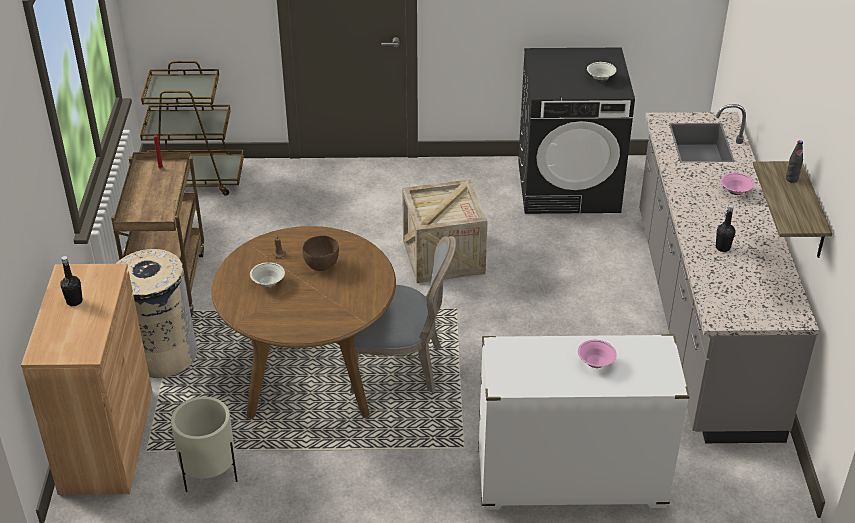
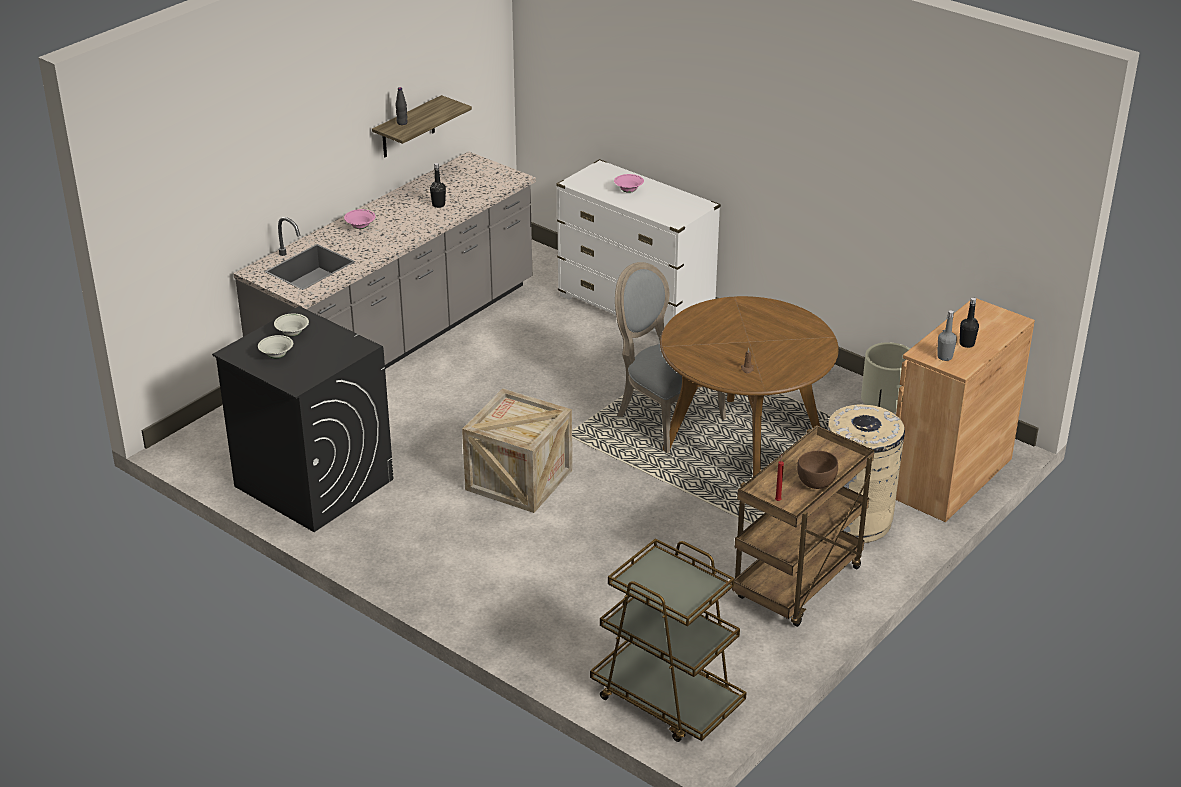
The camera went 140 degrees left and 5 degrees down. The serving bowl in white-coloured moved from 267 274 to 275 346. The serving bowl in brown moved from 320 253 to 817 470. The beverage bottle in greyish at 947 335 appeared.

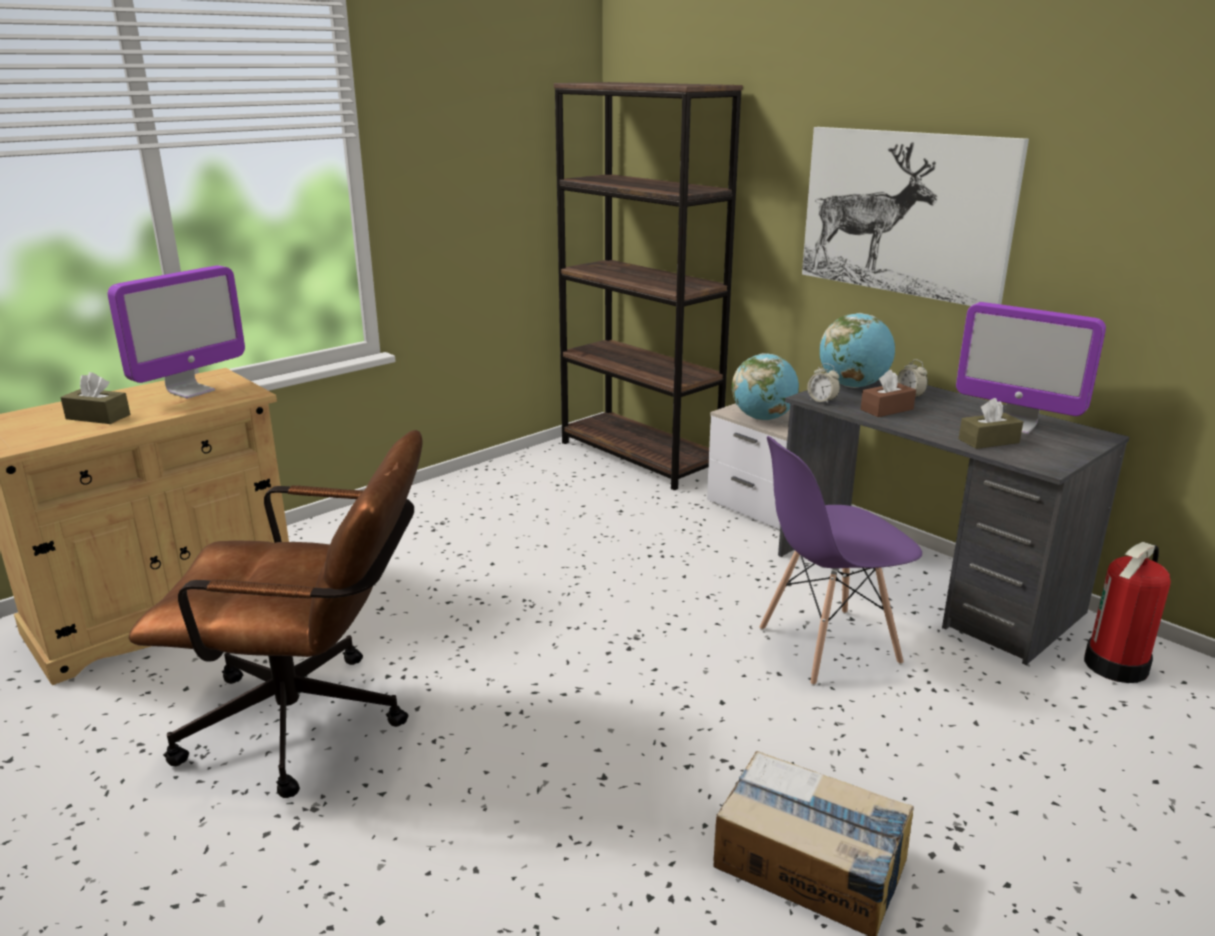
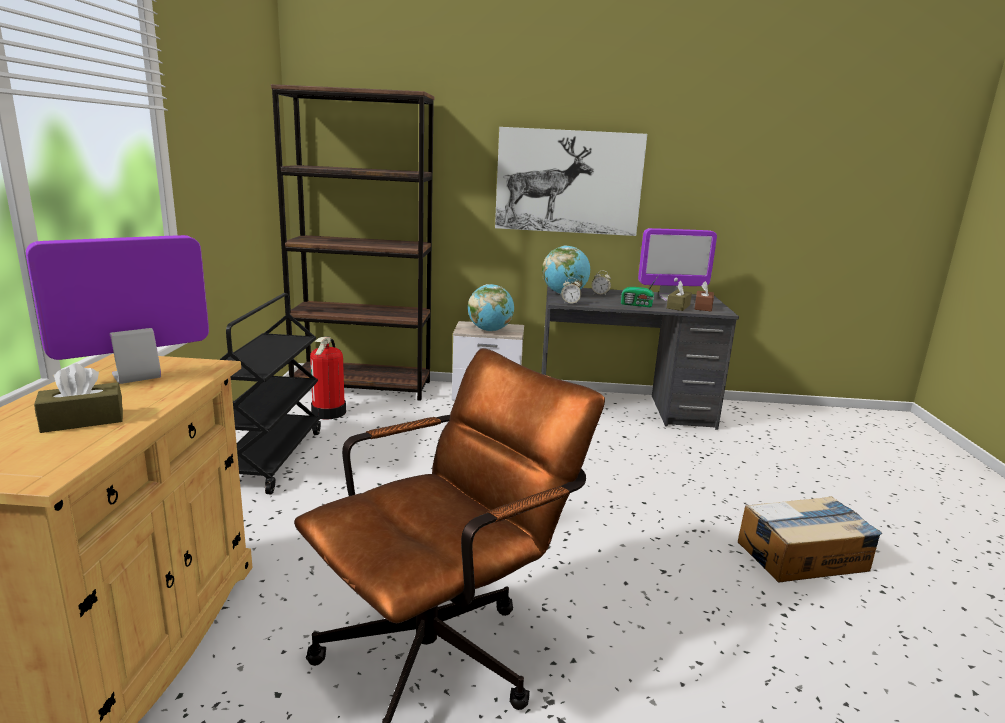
The camera went 45 degrees left and 5 degrees down. The computer display at 176 332 turned 120 degrees counterclockwise. The cart in black-coloured at 270 393 appeared. The fire-fighting cylinder moved from 1127 612 to 328 377. The radio set at 640 291 appeared. The tissue box in brown moved from 888 393 to 704 296. The chair in purple at 840 561 disappeared.

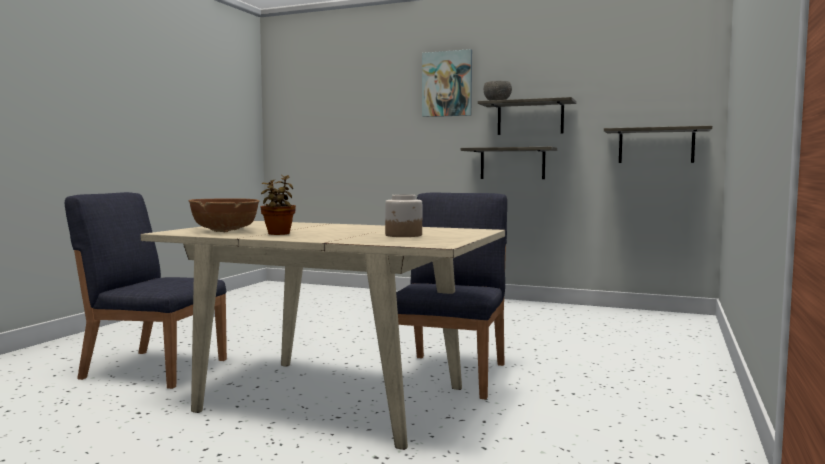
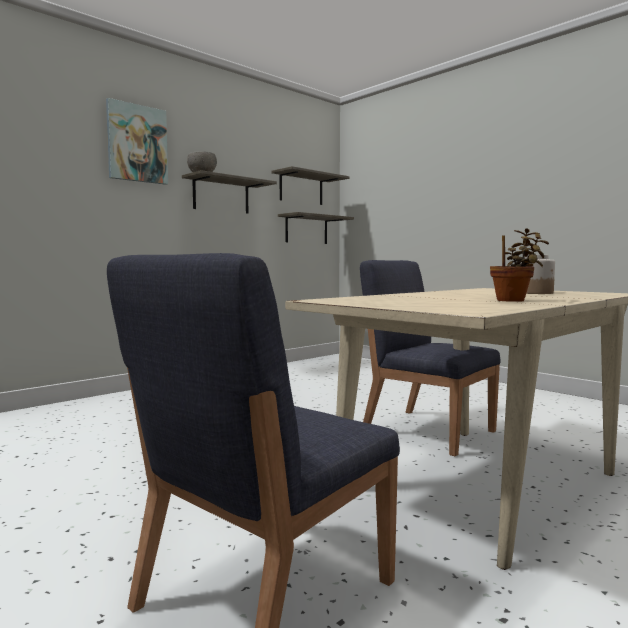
The camera went 65 degrees left and 0 degrees up. The bracket shelf moved from 508 163 to 310 185. The serving bowl in brown at 224 215 disappeared.

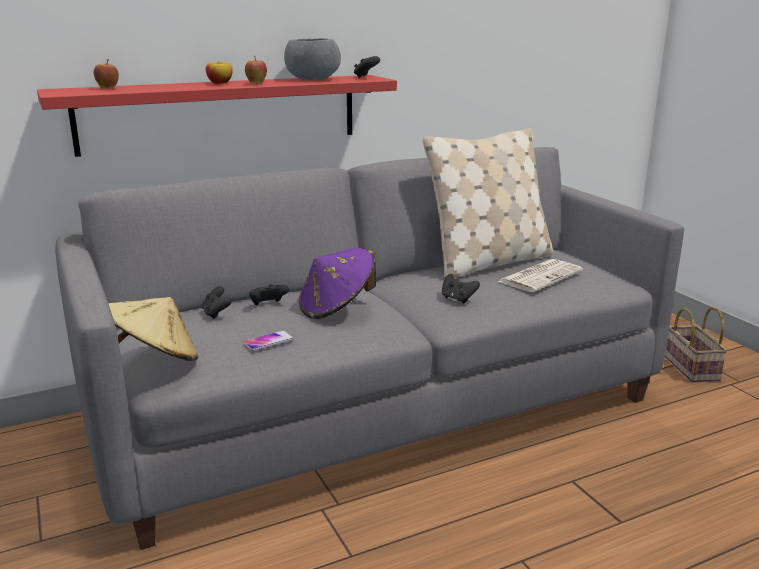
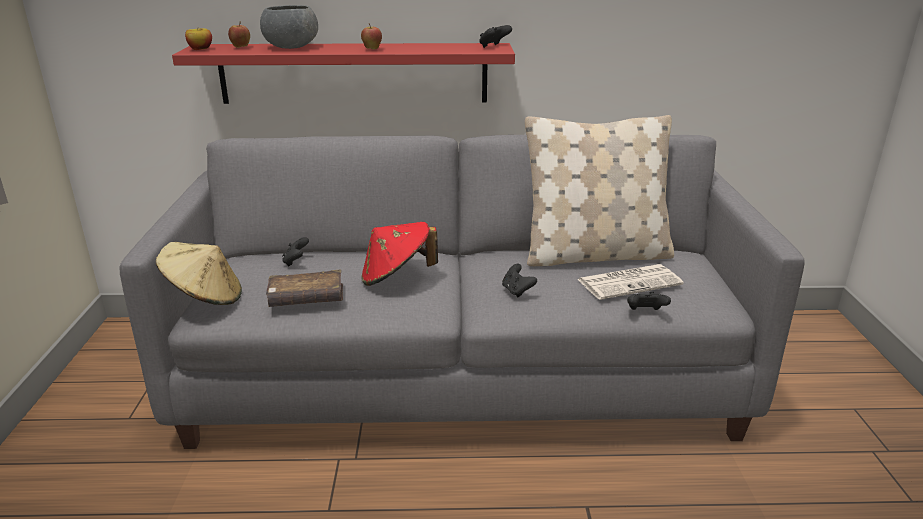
The camera went 25 degrees right and 5 degrees up. The apple moved from 219 72 to 198 39. The serving bowl in greyish moved from 312 59 to 289 27. The handset at 268 340 was replaced by the volume in brown at 304 288. The clothing hat in purple at 337 283 became the clothing hat in reddish at 399 254. The game controller in black-coloured moved from 269 294 to 649 301. The household basket at 696 344 disappeared.

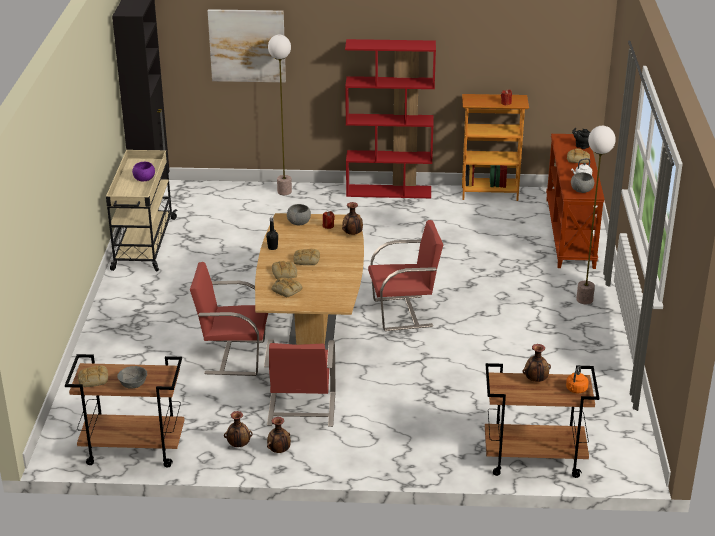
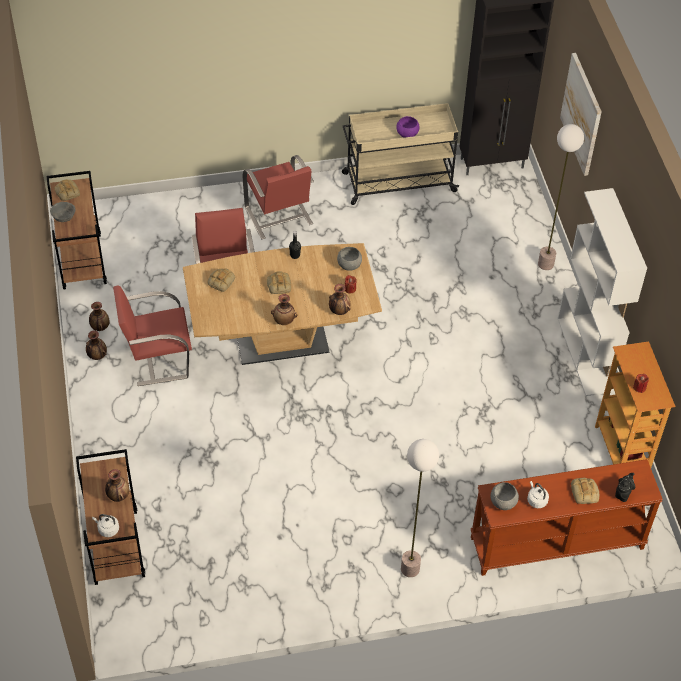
The camera went 75 degrees right and 20 degrees up. The kettle in orange-coloured at 577 379 became the kettle in white-coloured at 105 525. The chair in reddish moved from 405 275 to 278 197. The vase at 284 309 appeared. The bookcase in reddish at 390 118 became the bookcase in white-coloured at 602 292. The baked bread at 284 270 disappeared.

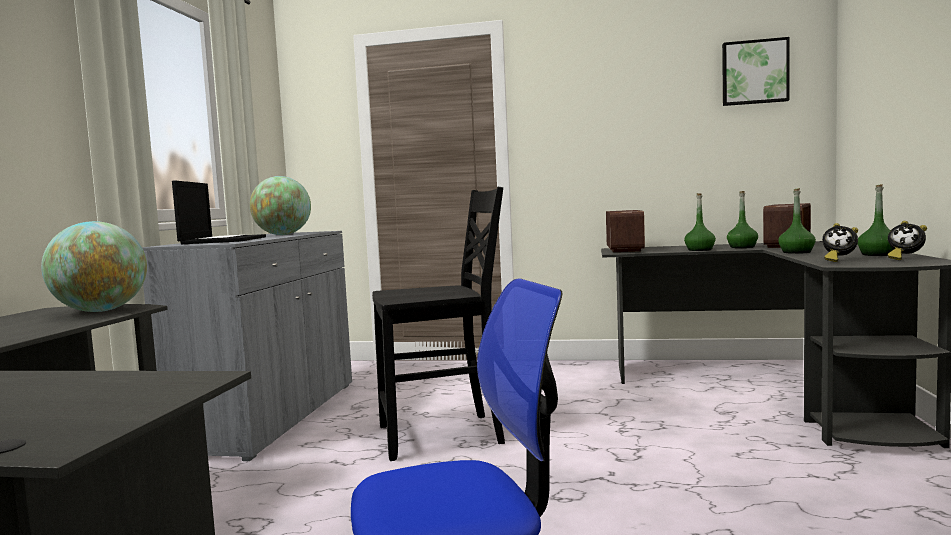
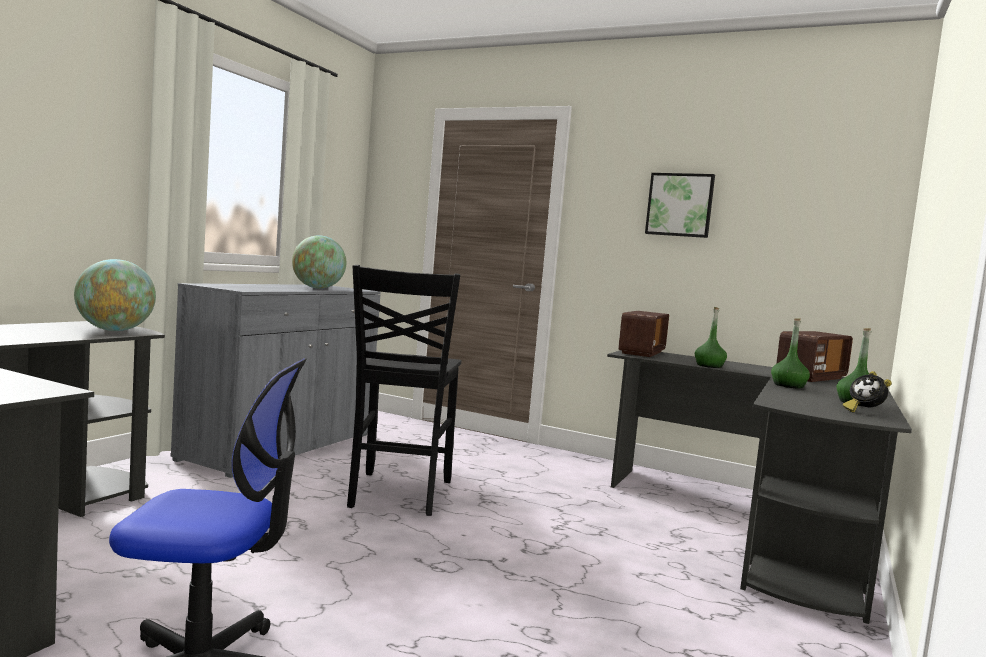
The camera went 15 degrees right and 0 degrees up. The chair in black-coloured at 438 324 turned 90 degrees clockwise. The picture moved from 755 71 to 680 205. The notebook computer at 219 212 disappeared. The beverage bottle in green-coloured at 742 219 disappeared. The alarm clock at 840 242 disappeared.

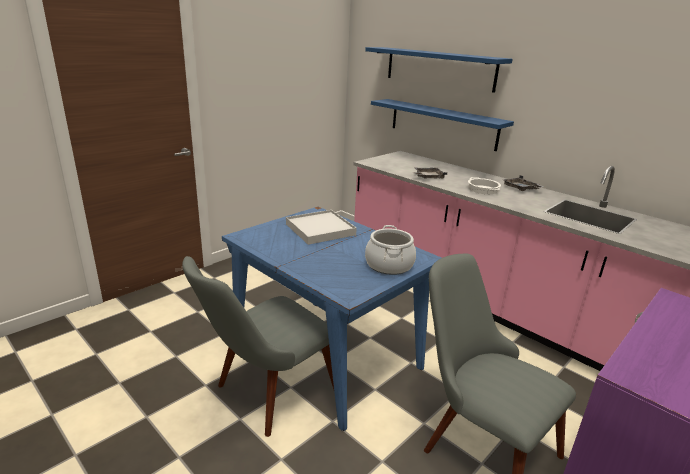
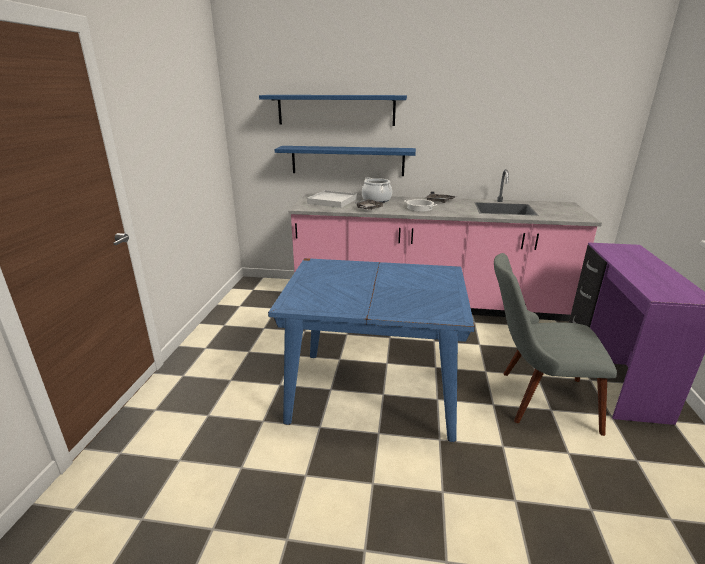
The camera went 35 degrees left and 0 degrees up. The tray in white-coloured moved from 321 227 to 332 199. The saucepot moved from 390 250 to 377 189. The chair in greyish at 258 346 disappeared.

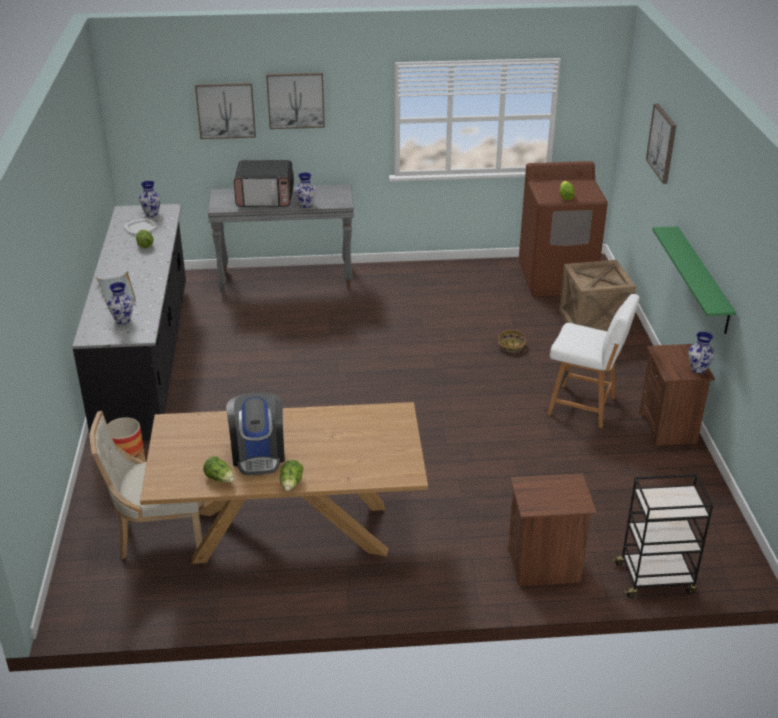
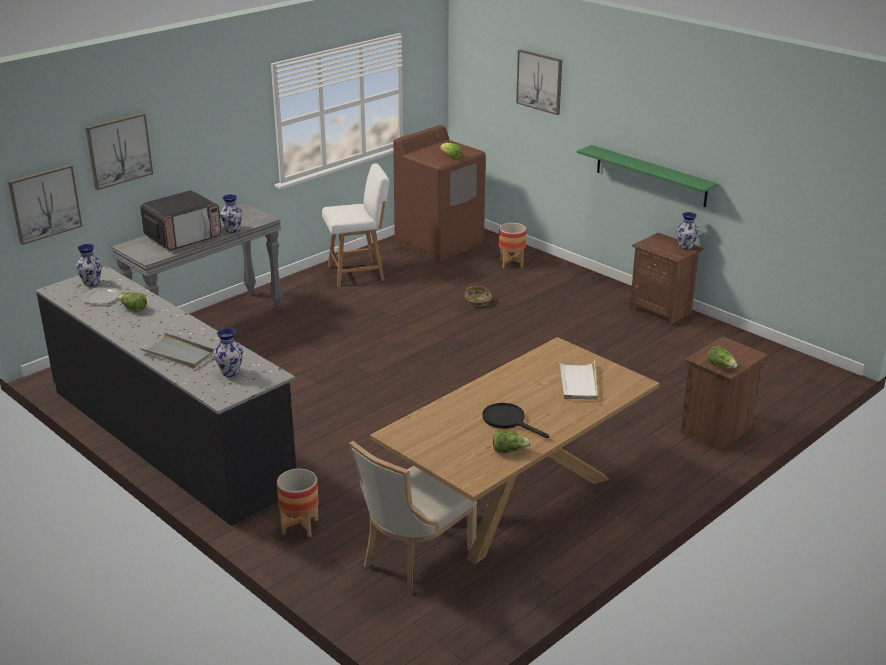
The camera went 40 degrees left and 5 degrees down. The picture moved from 295 100 to 45 205. The chair in white-coloured moved from 593 361 to 355 225. The coffee machine at 255 433 was replaced by the skillet in black-coloured at 515 420. The crate at 597 297 was replaced by the flower pot at 512 245. The tray in white-coloured at 578 380 appeared. The head of lettuce moved from 291 475 to 722 357. The cart in black-coloured at 662 536 disappeared.

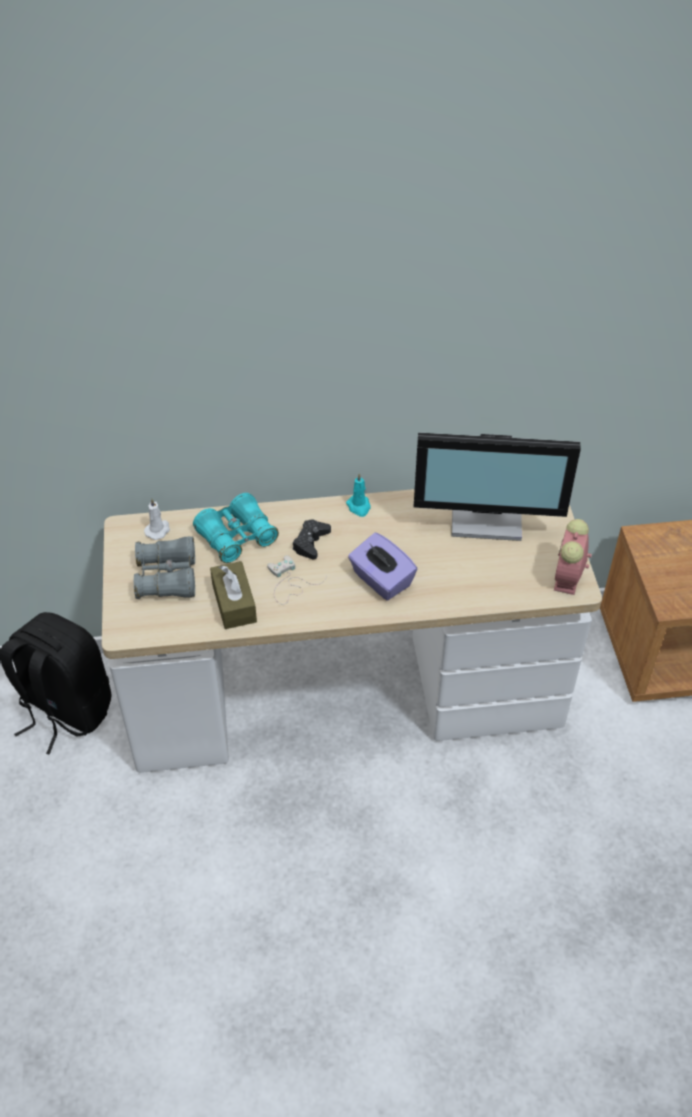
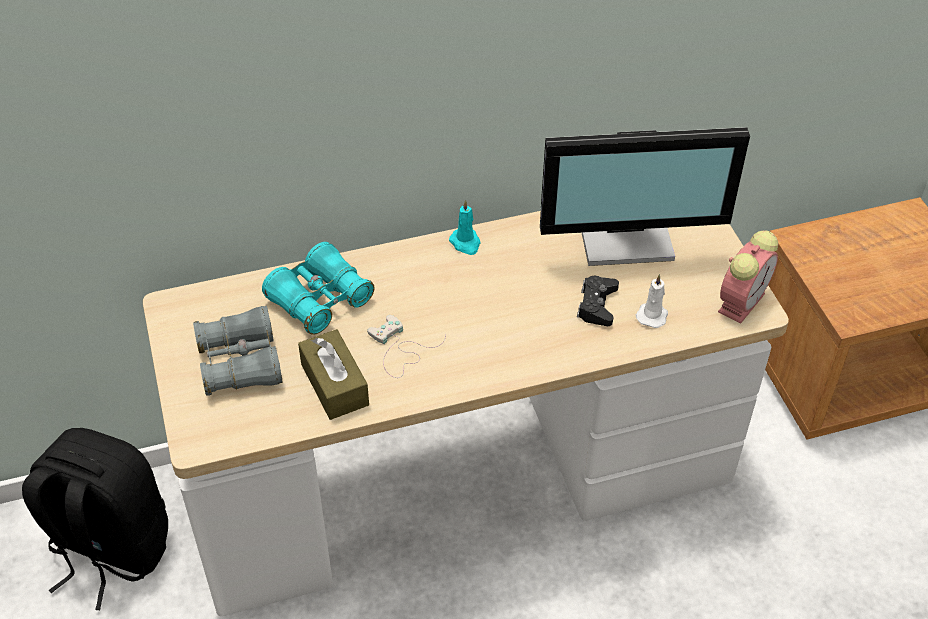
The camera went 10 degrees left and 0 degrees up. The game controller in black-coloured moved from 311 539 to 598 301. The candle in white-coloured moved from 157 519 to 652 301. The alarm clock at 573 557 turned 150 degrees counterclockwise. The tissue box in purple at 382 567 disappeared.

